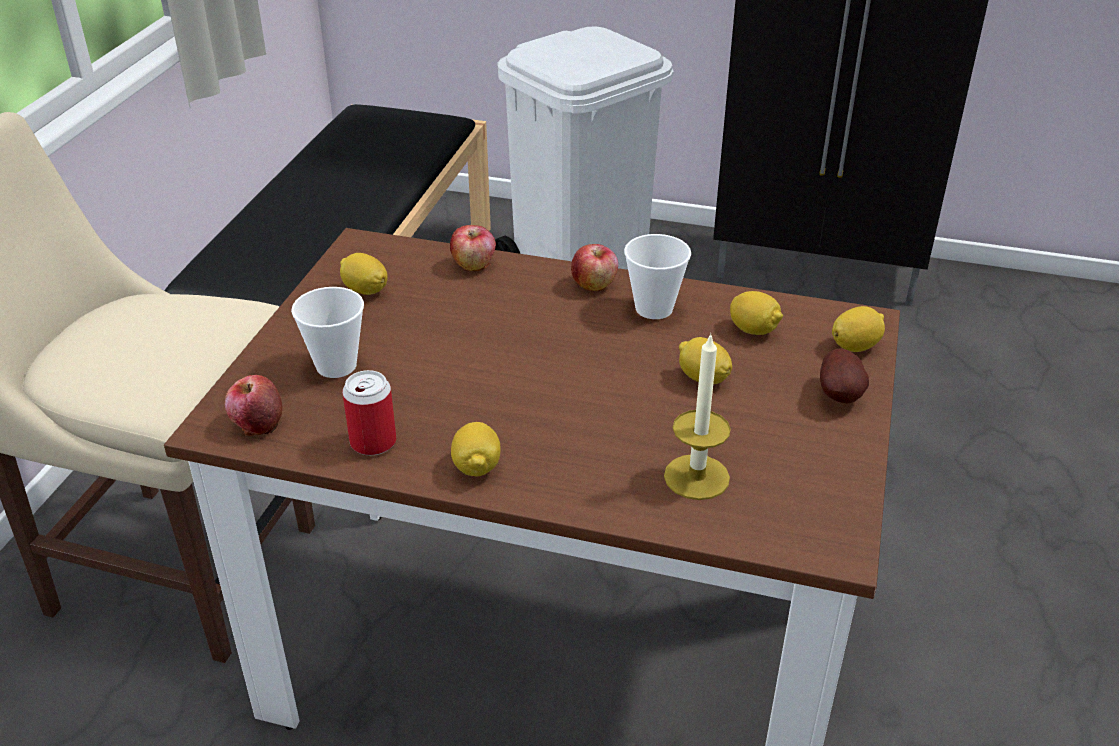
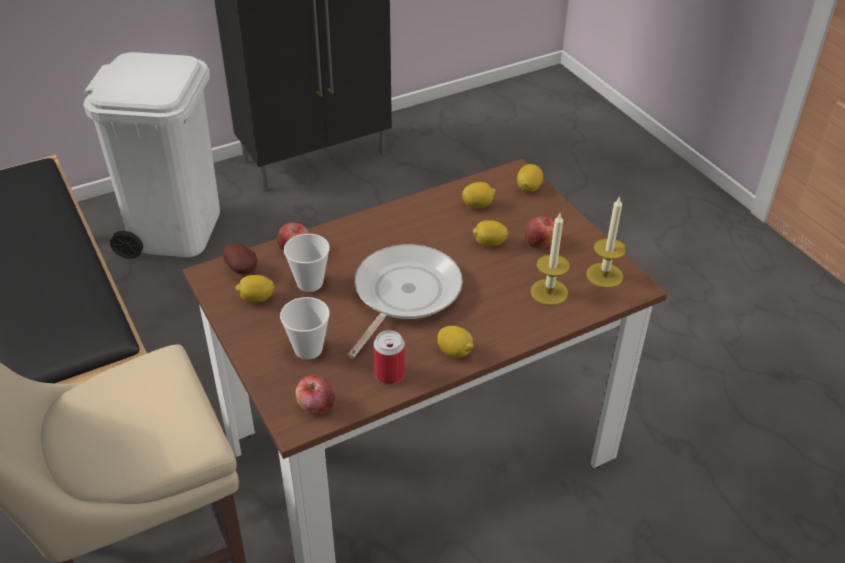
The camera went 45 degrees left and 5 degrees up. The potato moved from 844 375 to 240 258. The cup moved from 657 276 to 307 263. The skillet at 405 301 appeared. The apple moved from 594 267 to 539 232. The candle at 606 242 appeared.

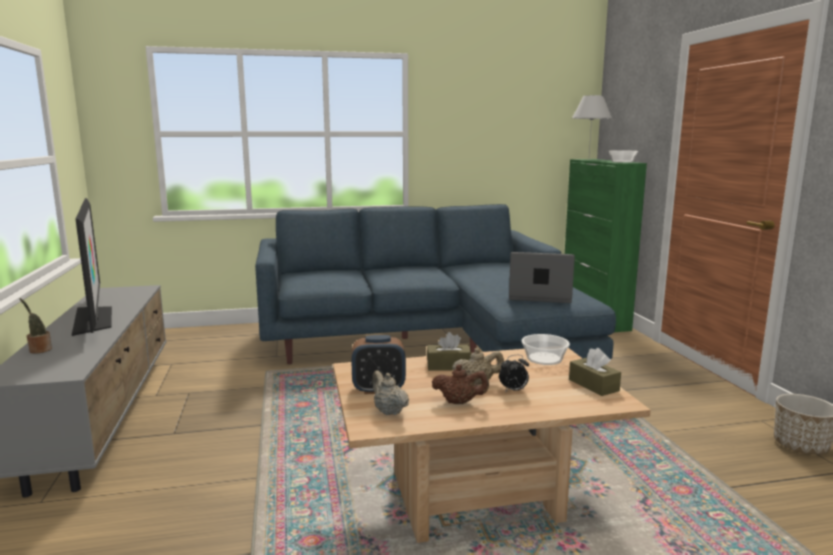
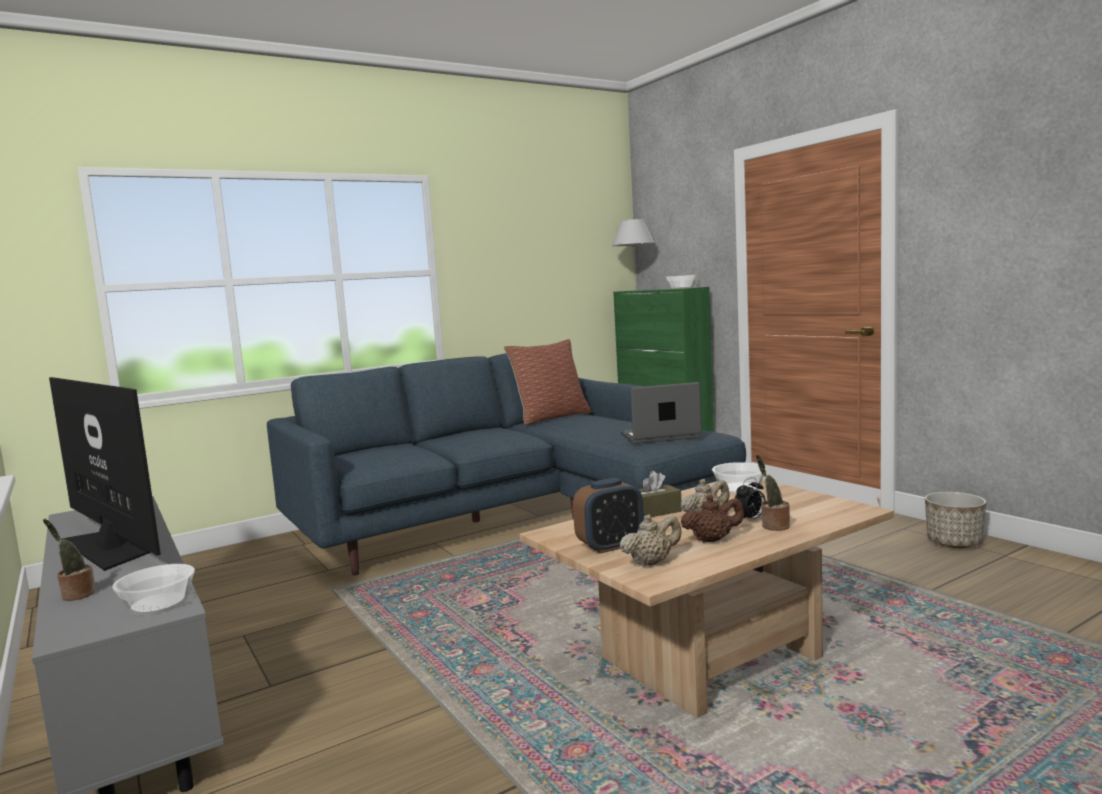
The camera went 20 degrees left and 5 degrees down. The serving bowl at 153 590 appeared. The cushion at 547 382 appeared. The teapot in sand-coloured at 390 392 turned 120 degrees clockwise. The plant in a pot at 773 492 appeared. The tissue box in brown at 595 372 disappeared.

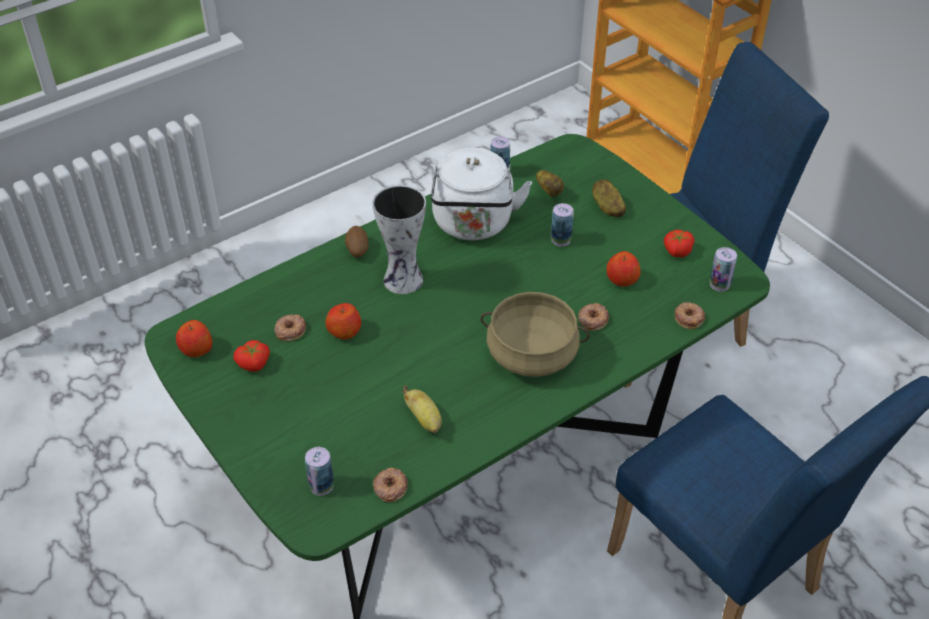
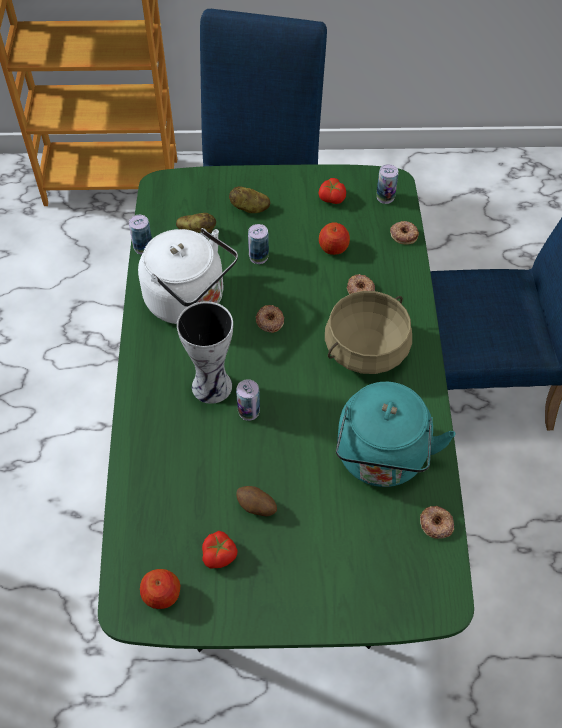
The camera went 55 degrees left and 10 degrees up. The sealed can moved from 319 471 to 248 400. The potato moved from 357 242 to 256 501. The ring doughnut moved from 290 327 to 270 319. The banana at 422 409 was replaced by the kettle in turquoise at 395 434. The apple at 343 321 disappeared.

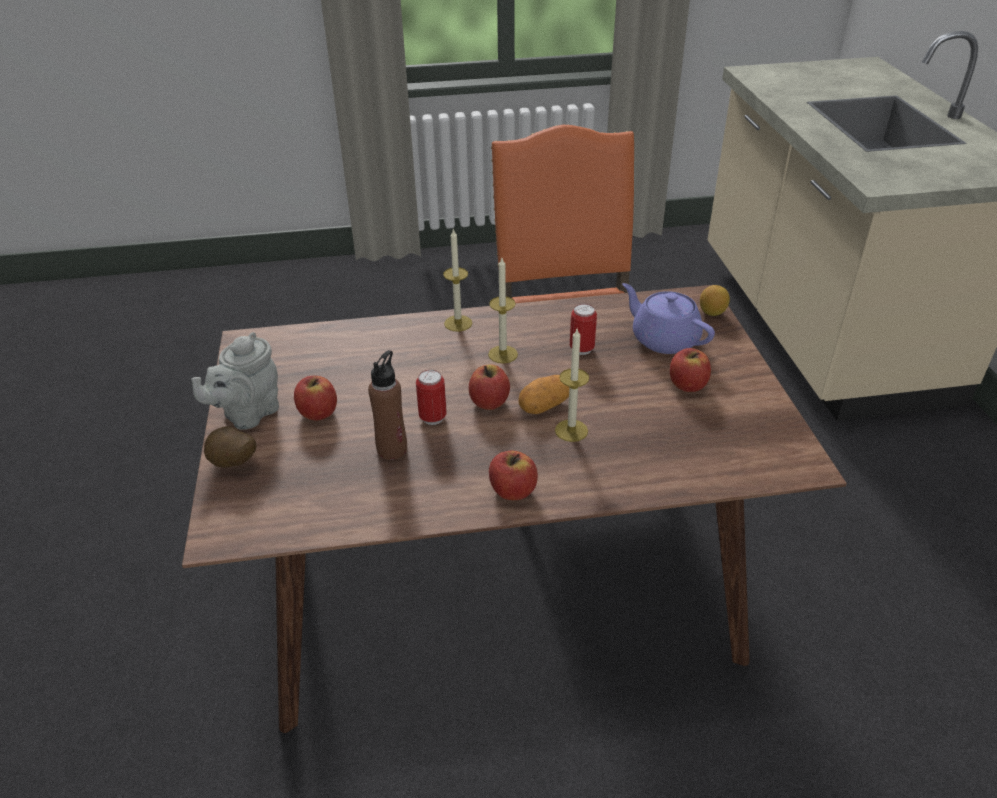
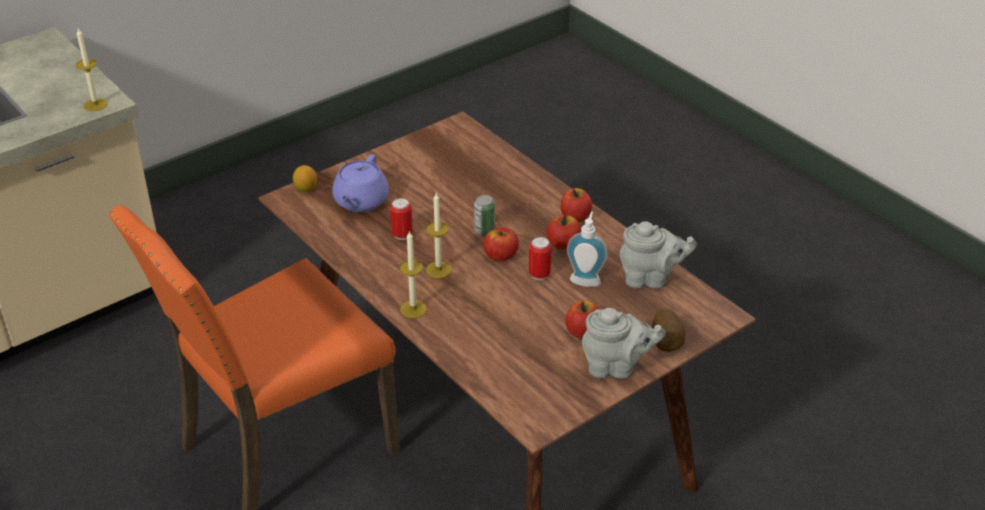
The camera went 120 degrees left and 0 degrees up. The candle moved from 572 385 to 91 70. The potato at 544 394 was replaced by the sealed can at 484 215. The apple moved from 690 370 to 564 232. The beverage bottle in brown at 387 405 was replaced by the soap dispenser at 587 249. The teapot in greyish at 658 254 appeared.

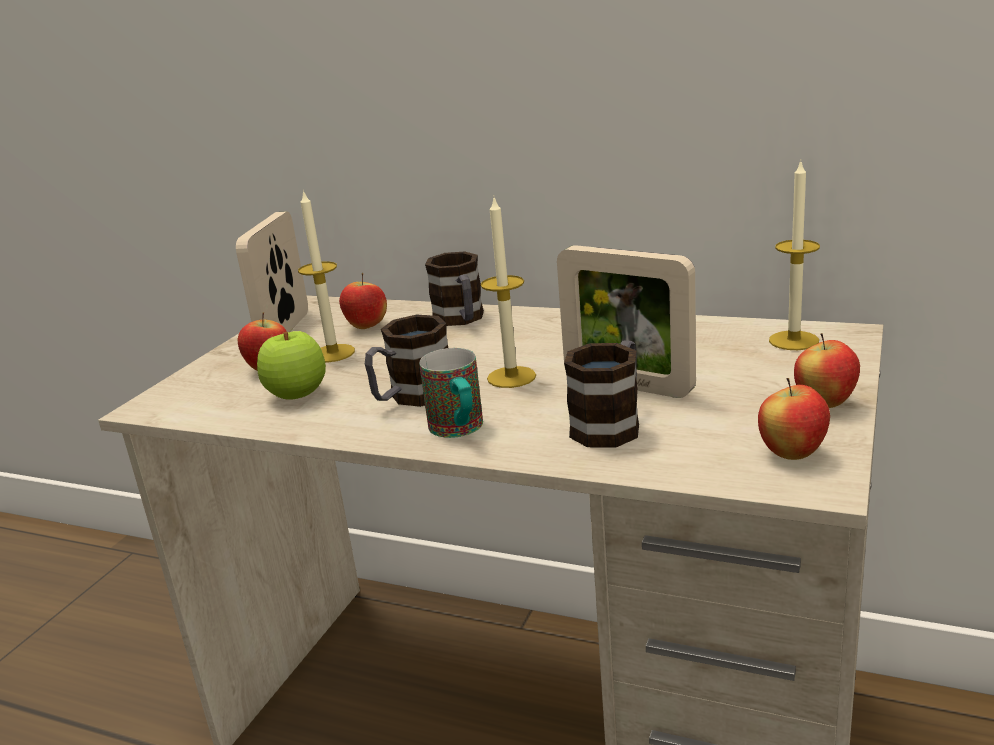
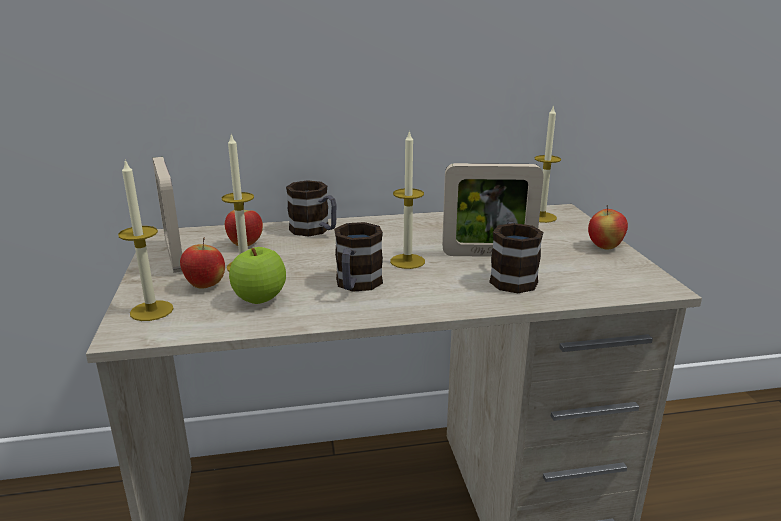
The camera went 35 degrees left and 0 degrees up. The candle at 146 240 appeared. The mug at 451 393 disappeared. The apple at 794 419 disappeared.

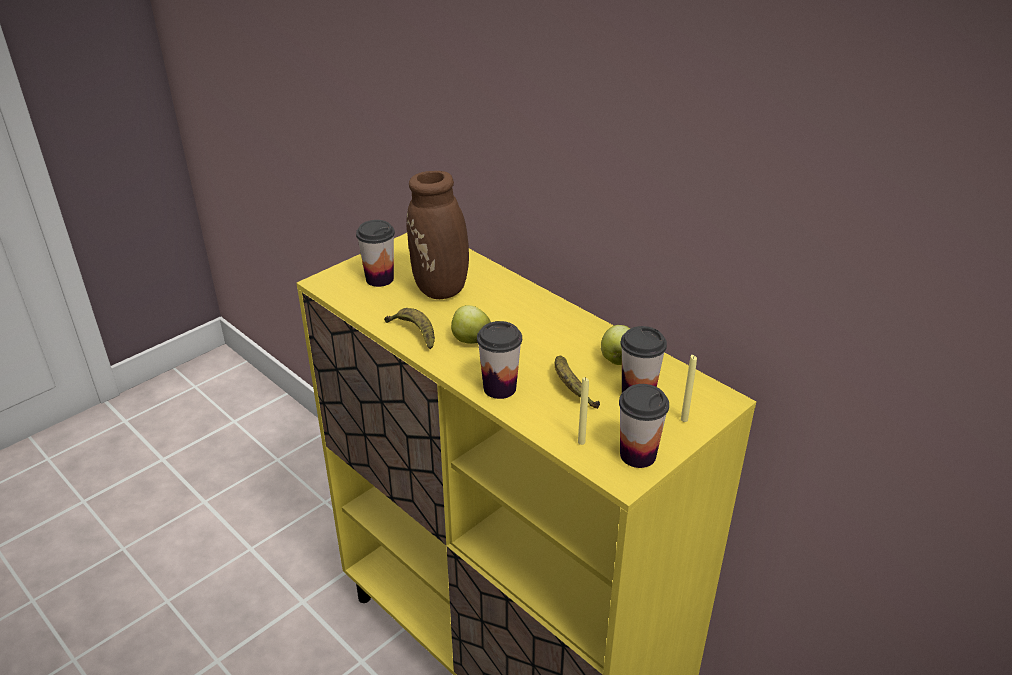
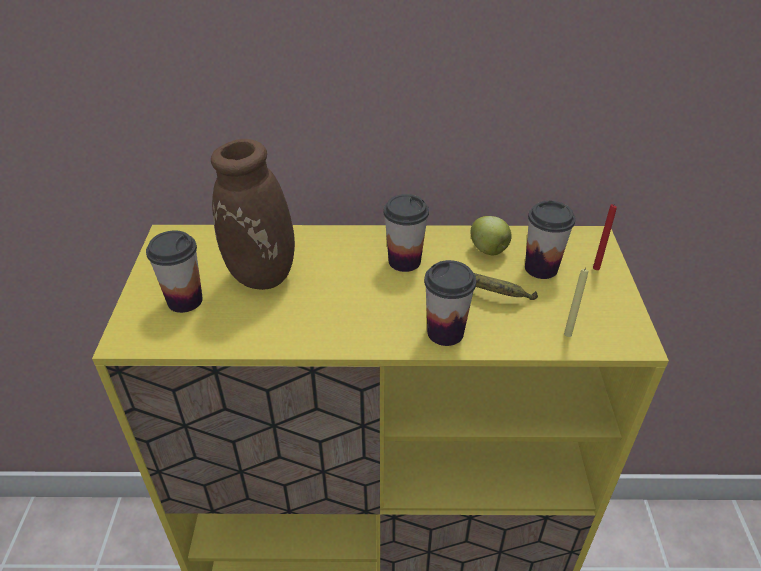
The camera went 45 degrees left and 5 degrees up. The cup moved from 644 426 to 406 233. The candle in yellow-coloured at 689 388 became the candle in reddish at 605 237. The banana at 409 328 disappeared. The apple at 471 324 disappeared.

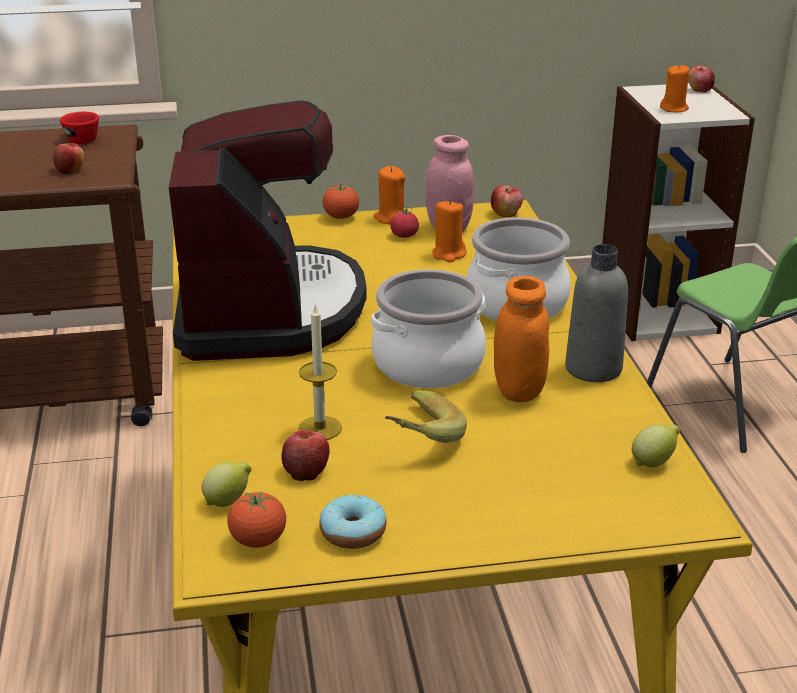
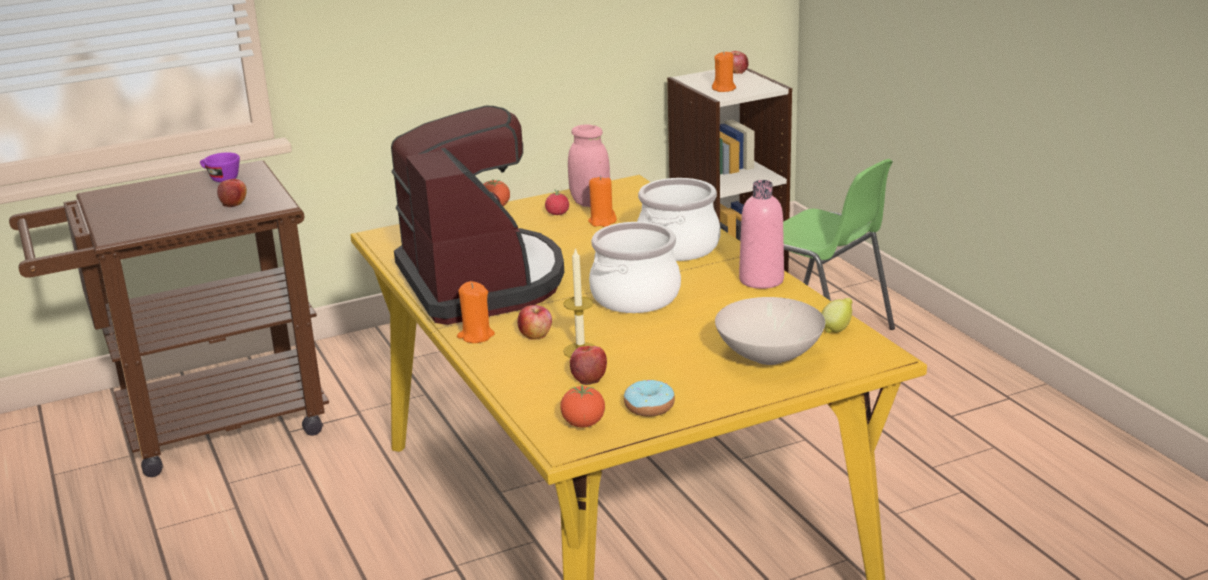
The camera went 15 degrees left and 5 degrees down. The cup in reddish at 79 128 became the cup in purple at 220 167. The candle in orange-coloured moved from 389 195 to 476 312. The apple moved from 507 201 to 535 322. The serving bowl in white-coloured at 770 331 appeared. The beverage bottle in greyish at 596 313 became the beverage bottle in pink at 761 234. The citrus fruit at 227 484 disappeared. The banana at 426 416 disappeared. The preserve jar in orange-coloured at 521 339 disappeared.

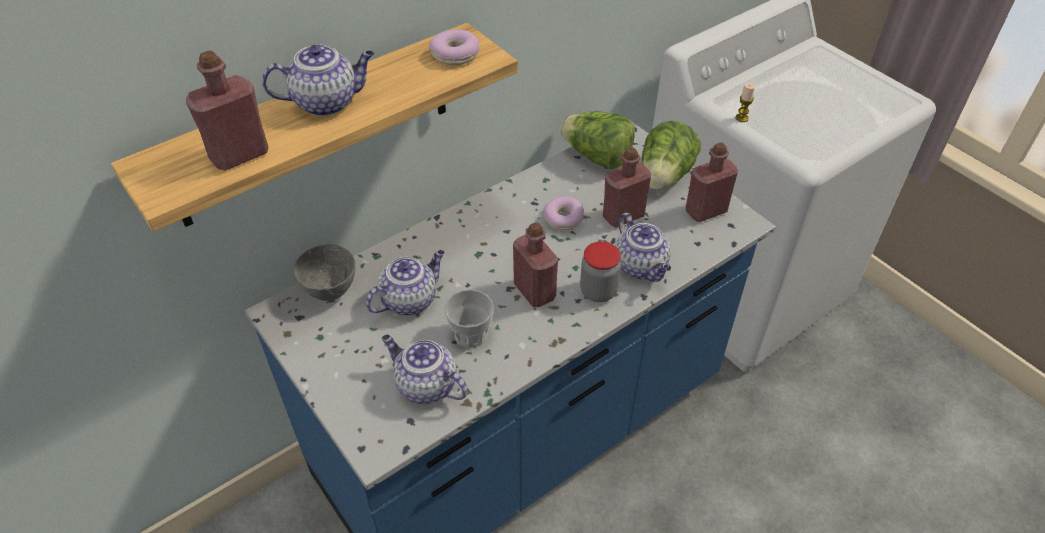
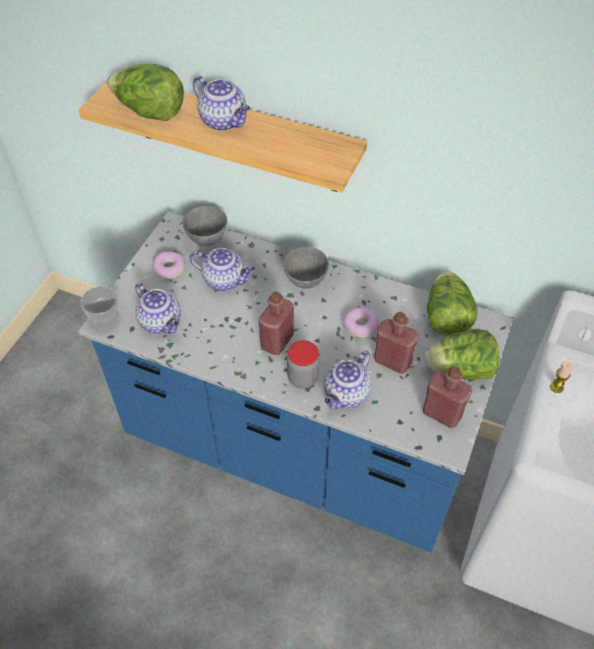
The camera went 60 degrees right and 5 degrees up. The cup moved from 469 318 to 99 307. The beverage bottle in reddish at 227 110 was replaced by the head of lettuce at 145 92. The teapot at 425 369 turned 135 degrees clockwise. The ring doughnut moved from 454 47 to 169 265. The serving bowl in greyish at 306 267 appeared.

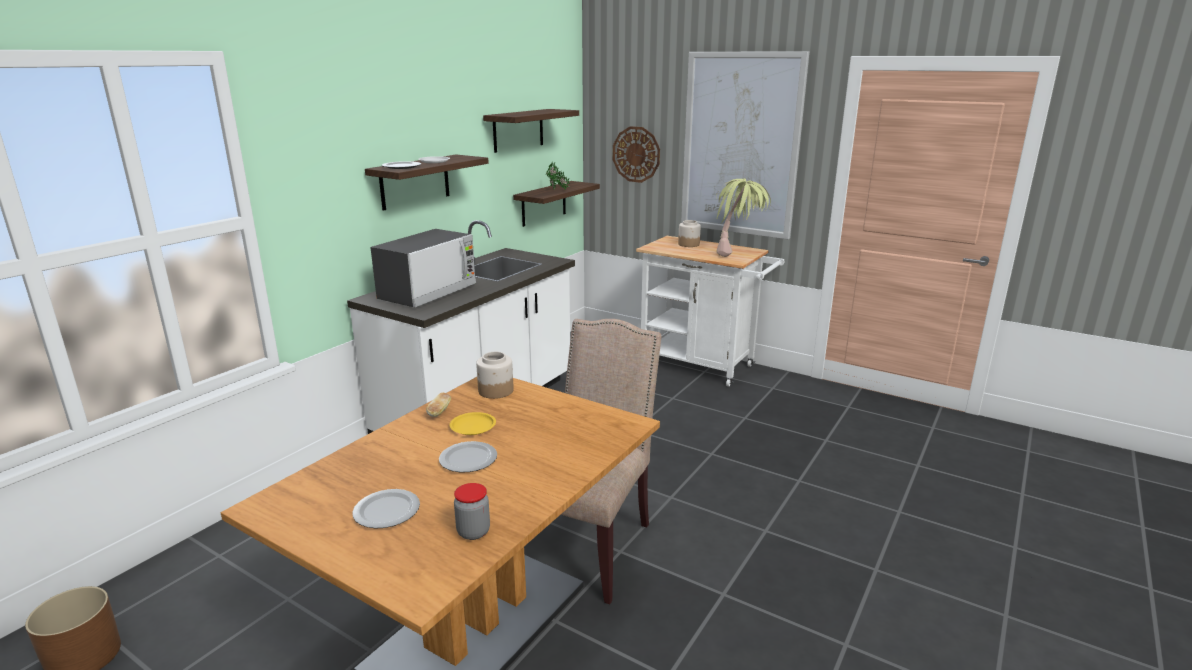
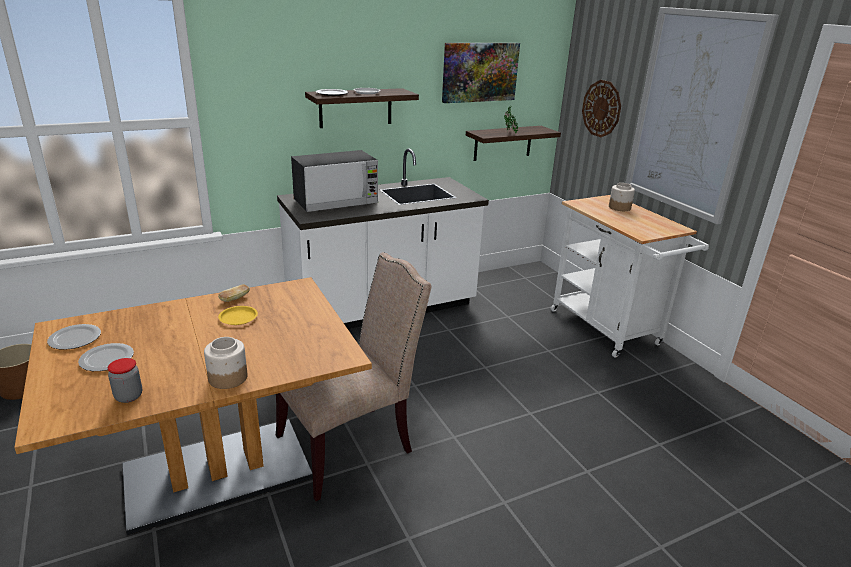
The camera went 30 degrees right and 5 degrees up. The dinner plate moved from 468 456 to 74 337. The preserve jar moved from 495 375 to 226 363. The bracket shelf at 531 131 was replaced by the picture at 481 73. The plant in a pot at 743 218 disappeared.

